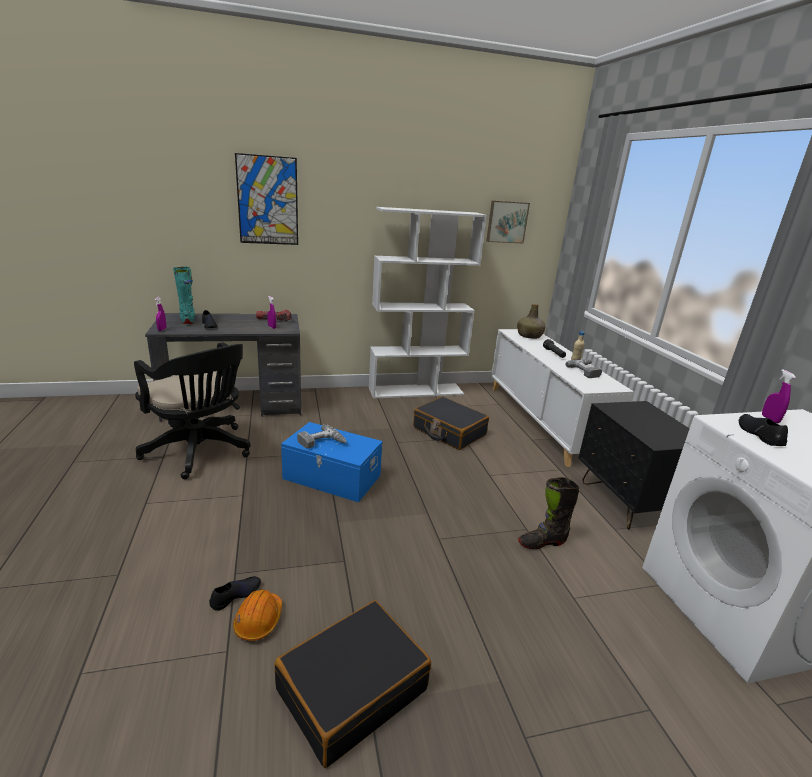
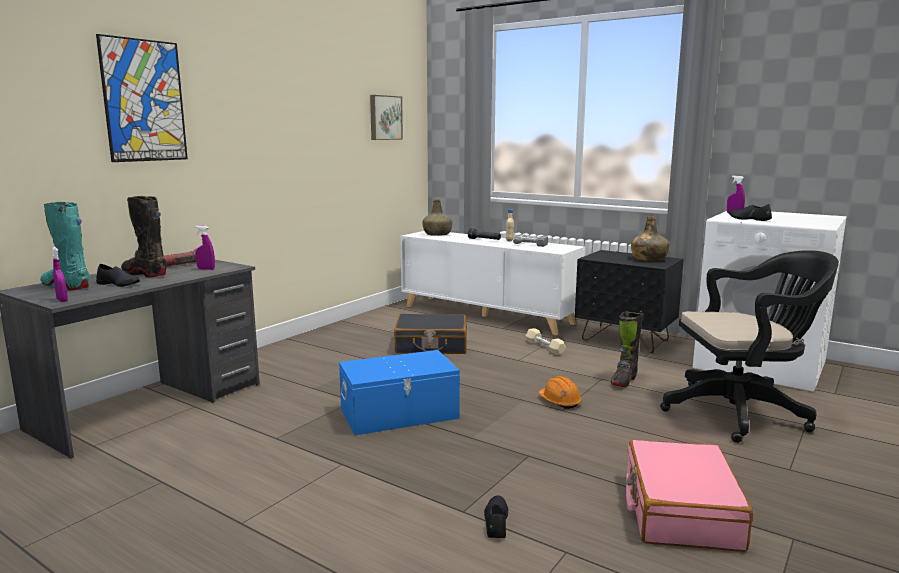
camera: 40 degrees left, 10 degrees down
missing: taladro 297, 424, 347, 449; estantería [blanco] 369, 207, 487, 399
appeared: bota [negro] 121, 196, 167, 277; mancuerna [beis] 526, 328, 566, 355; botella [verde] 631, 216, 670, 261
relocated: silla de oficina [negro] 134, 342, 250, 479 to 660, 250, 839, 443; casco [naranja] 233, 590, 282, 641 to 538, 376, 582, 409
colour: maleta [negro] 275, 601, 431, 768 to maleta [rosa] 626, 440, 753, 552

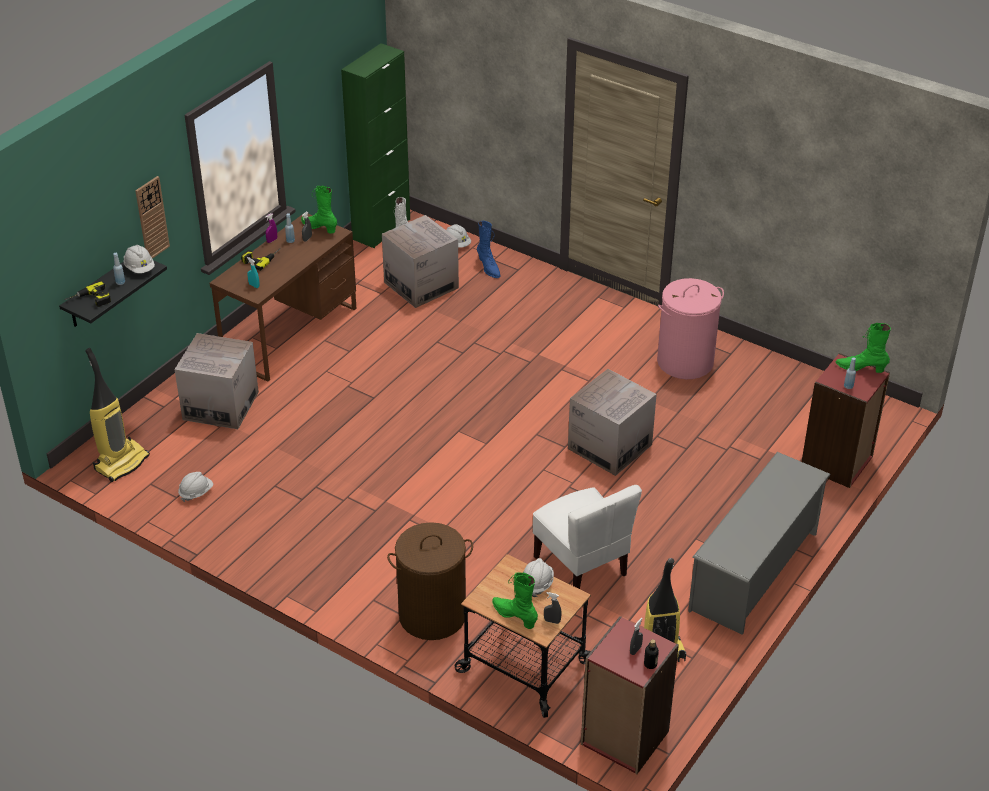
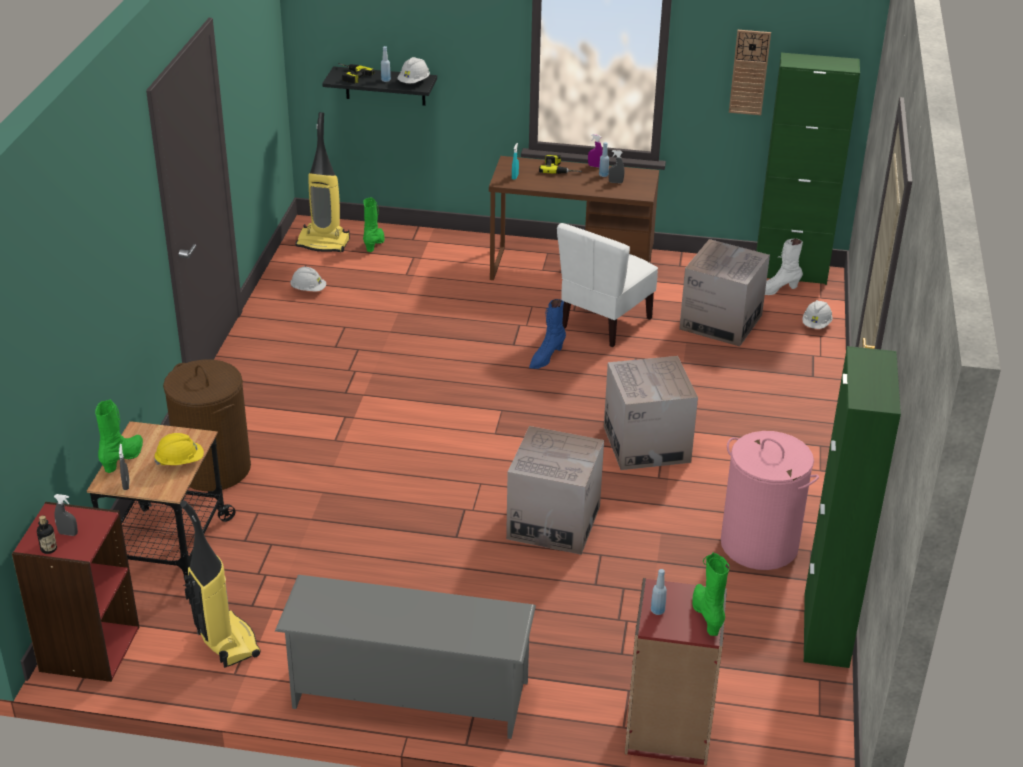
camera: 65 degrees right, 5 degrees down
appeared: armario [verde] 803, 346, 901, 668
relocated: reloj de pared 135, 176, 170, 259 to 729, 30, 771, 115; caja de cartón 174, 333, 259, 429 to 604, 356, 698, 470; bota [verde] 301, 186, 337, 234 to 363, 197, 385, 252; bota [azul] 477, 221, 500, 278 to 529, 299, 566, 369; silla [blanco] 533, 485, 642, 589 to 557, 223, 658, 347
colour: casco [blanco] 523, 558, 554, 597 to casco [amarillo] 154, 433, 204, 466

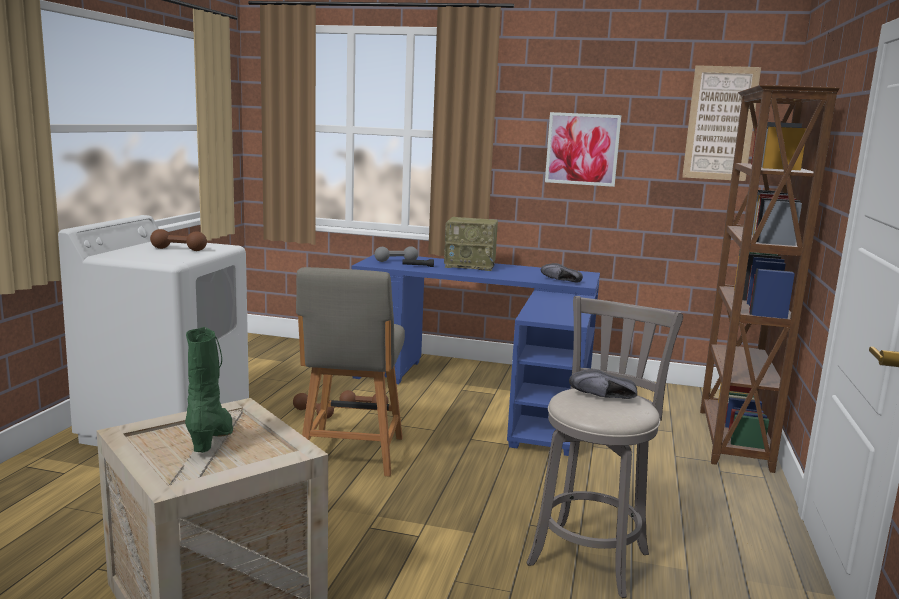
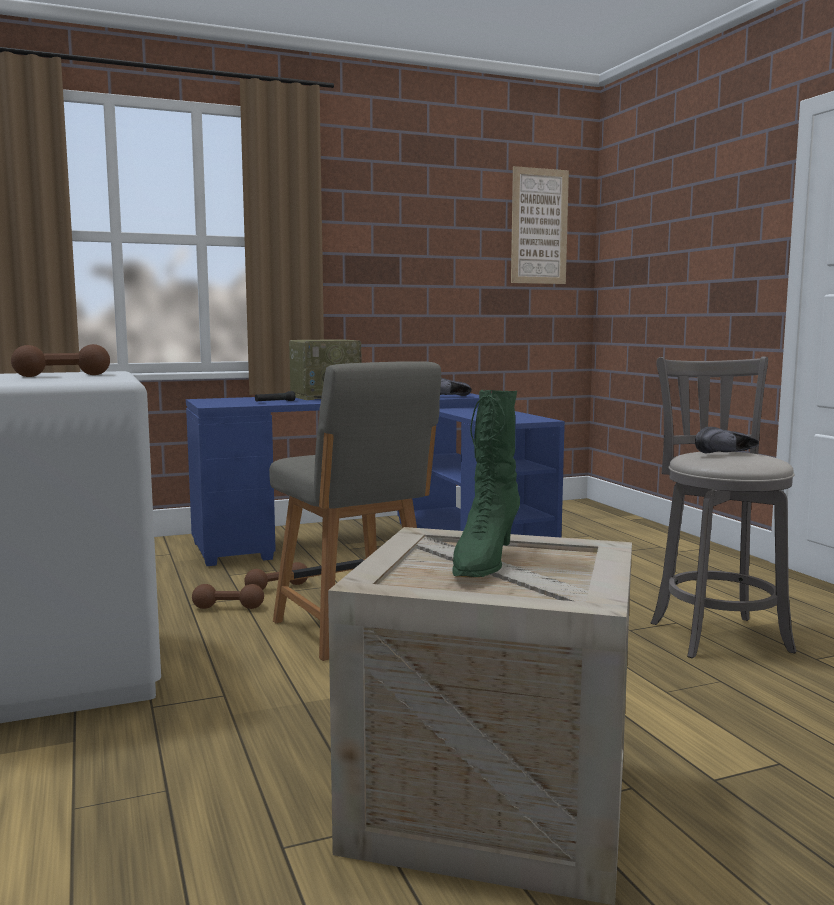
camera: 35 degrees left, 5 degrees down
missing: mancuerna [gris] 374, 246, 418, 262; cuadro 545, 112, 621, 187; estantería [marrón] 700, 85, 839, 473
spun: bota [verde] 185, 327, 233, 452 = 452, 390, 520, 578 120 degrees counterclockwise

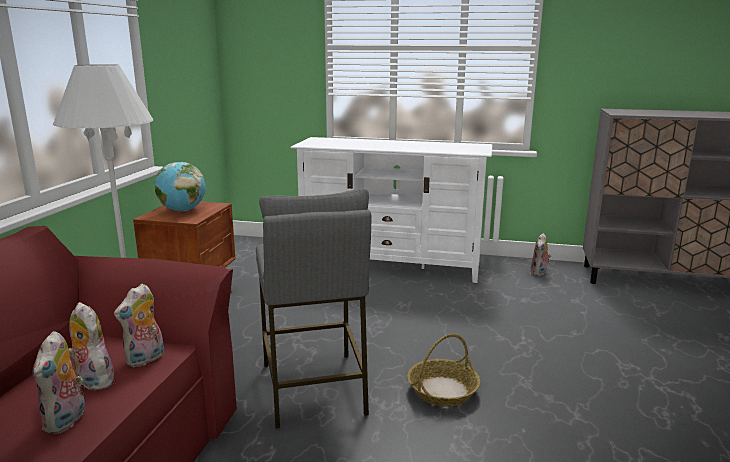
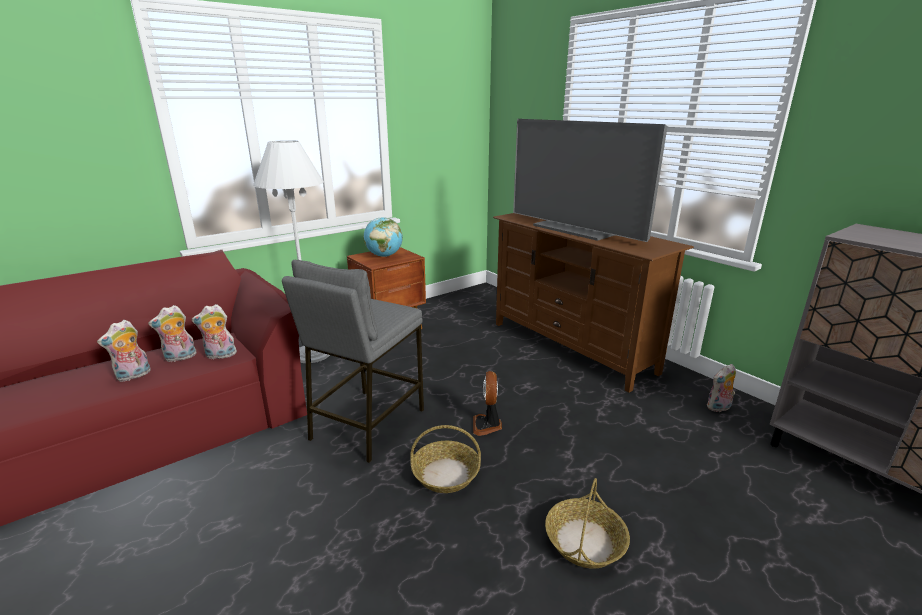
camera: 40 degrees right, 5 degrees up
appeared: ventilador 473, 371, 502, 436; televisor 513, 119, 667, 242; cesta 545, 478, 630, 569
colour: mueble de televisión [blanco] 290, 137, 493, 283 to mueble de televisión [marrón] 493, 213, 694, 393
spun: peluche 69, 302, 114, 390 = 148, 305, 197, 363 120 degrees counterclockwise

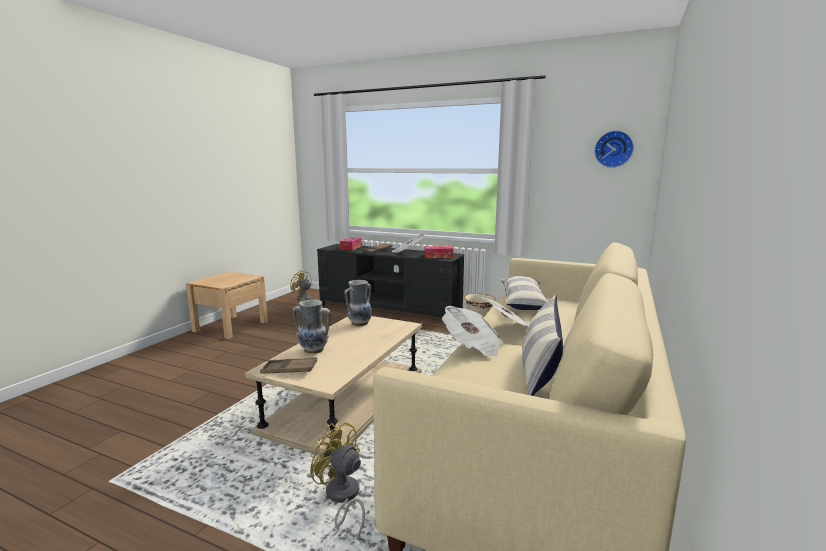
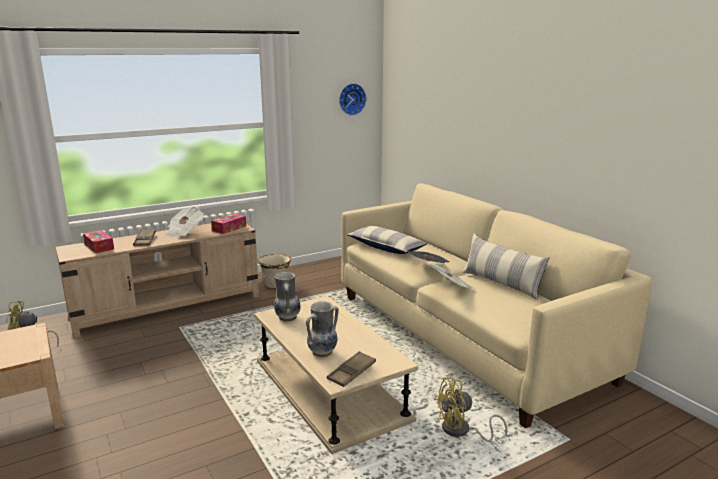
camera: 55 degrees left, 5 degrees up
colour: mueble de televisión [negro] 317, 244, 464, 317 to mueble de televisión [beis] 56, 223, 259, 339

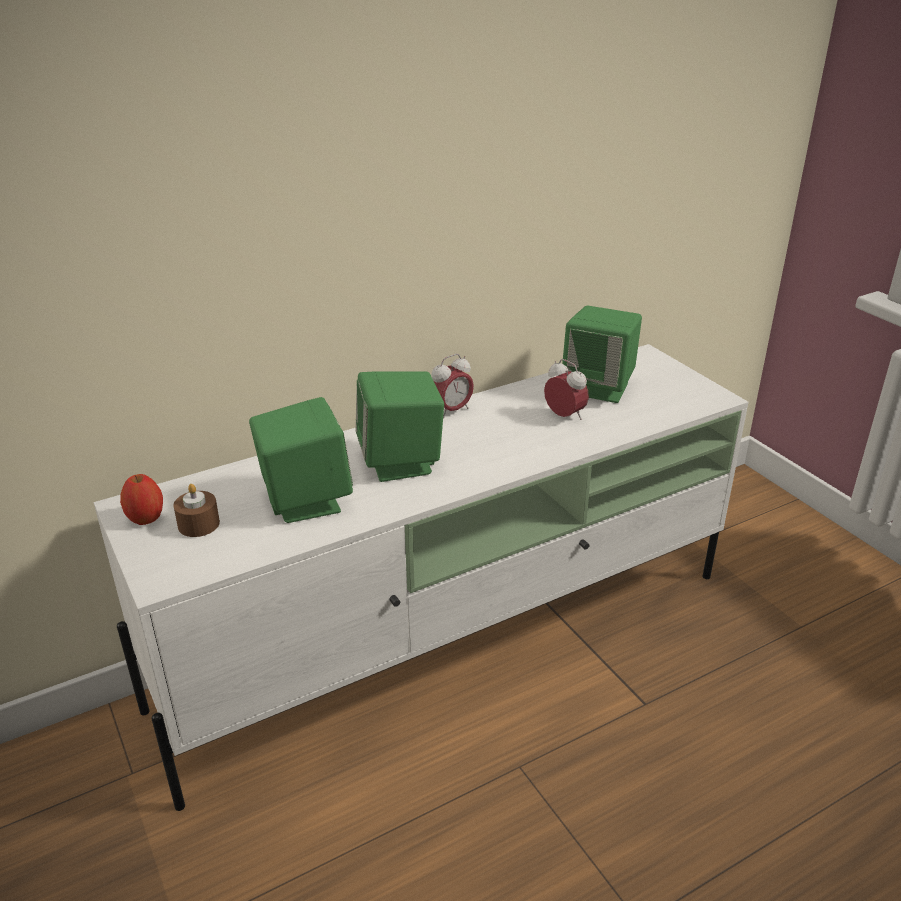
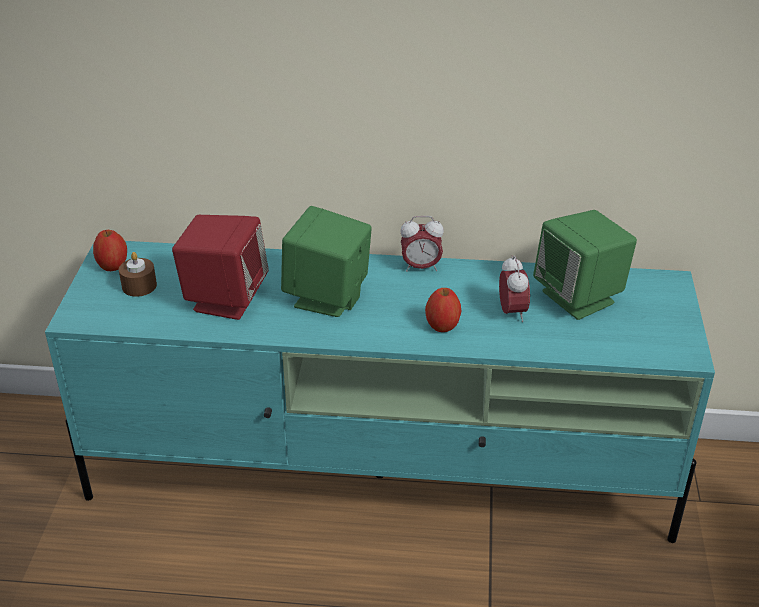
camera: 35 degrees right, 5 degrees up
appeared: manzana 425, 288, 461, 332
colour: mueble de televisión [blanco] 94, 344, 749, 811 to mueble de televisión [turquesa] 45, 241, 715, 543; altavoz [verde] 249, 397, 353, 523 to altavoz [rojo] 172, 215, 269, 320

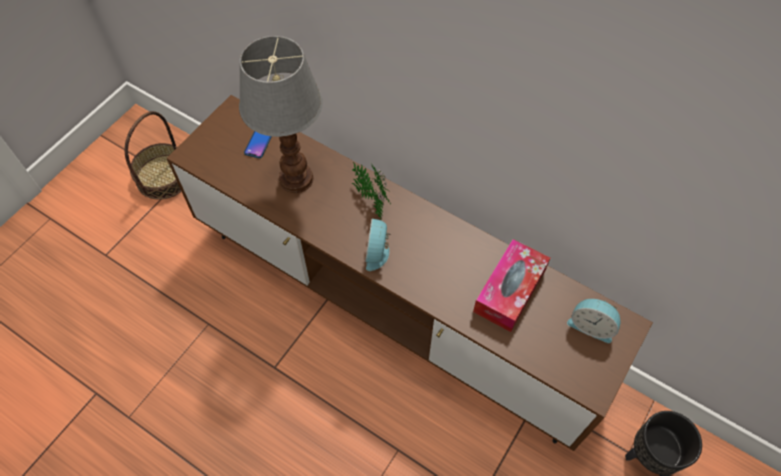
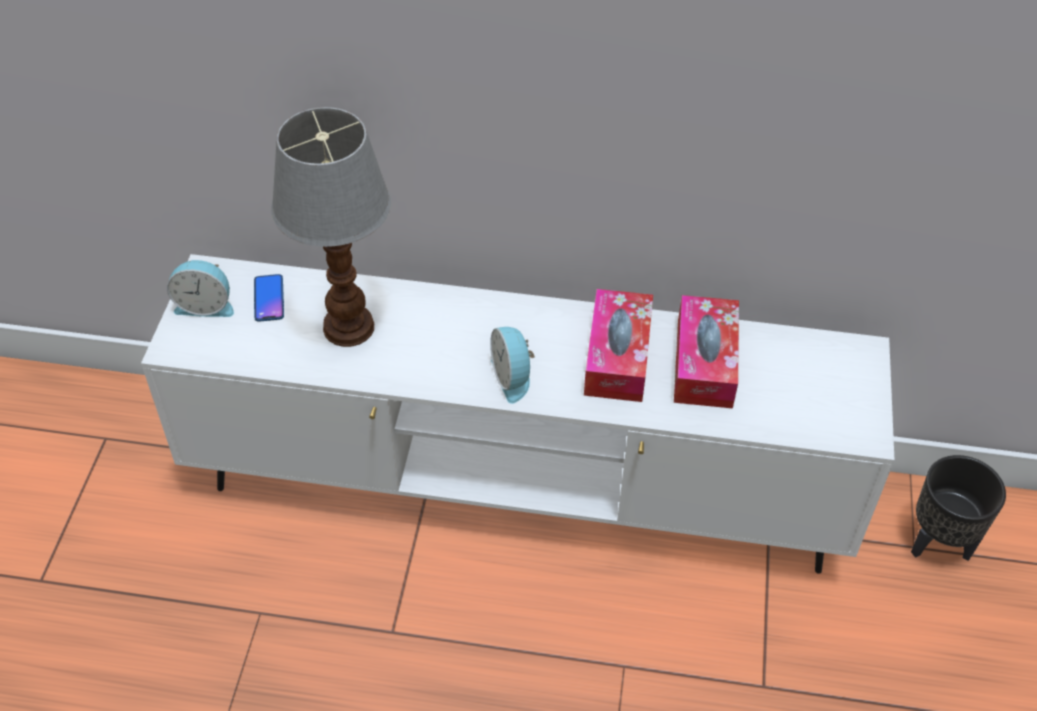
camera: 25 degrees left, 10 degrees down
missing: cesta 124, 111, 182, 200; planta en maceta 351, 162, 391, 218
appeared: caja de pañuelos 584, 289, 653, 402
relocated: despertador 567, 299, 621, 343 to 167, 260, 234, 317
colour: mueble de televisión [marrón] 167, 95, 653, 451 to mueble de televisión [blanco] 141, 254, 894, 574

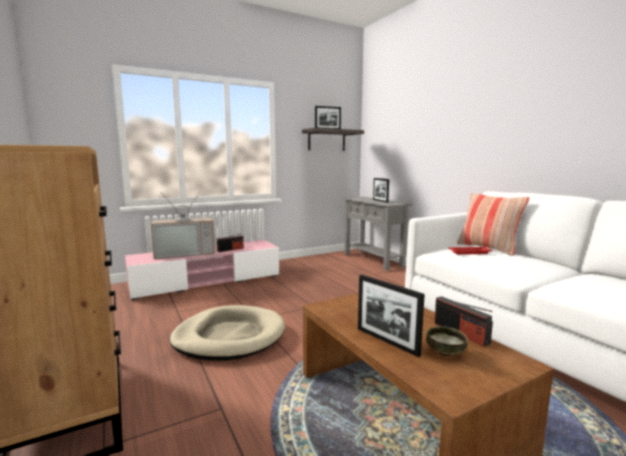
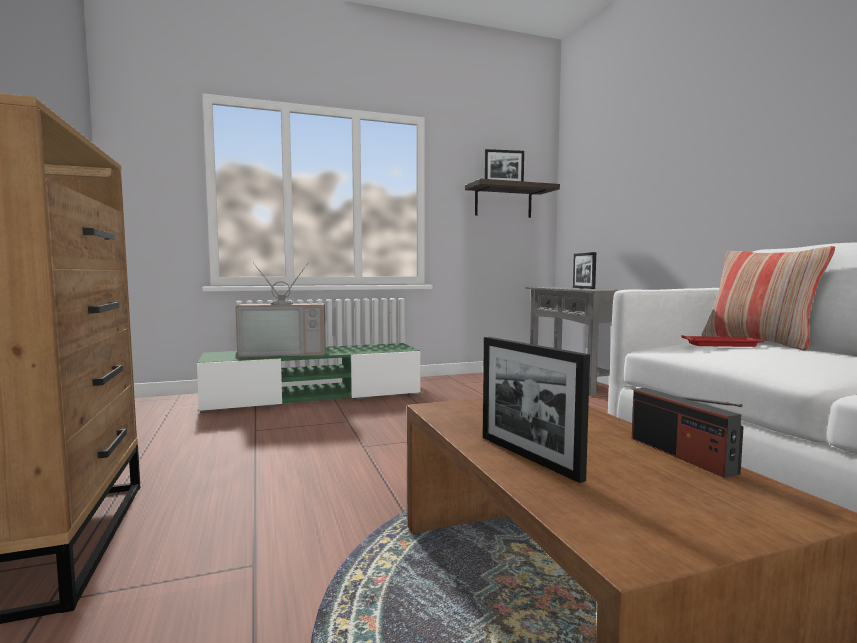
camera: 10 degrees right, 5 degrees down
missing: cama para perro [beis] 170, 305, 285, 361; radio 217, 233, 244, 252; cuenco 426, 326, 468, 356
colour: mueble de televisión [rosa] 125, 240, 279, 300 to mueble de televisión [verde] 197, 343, 421, 413

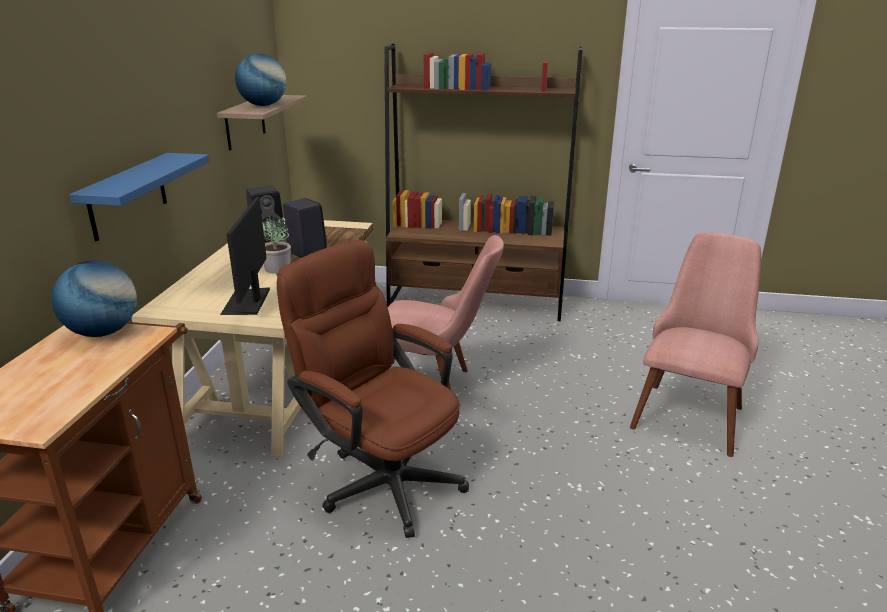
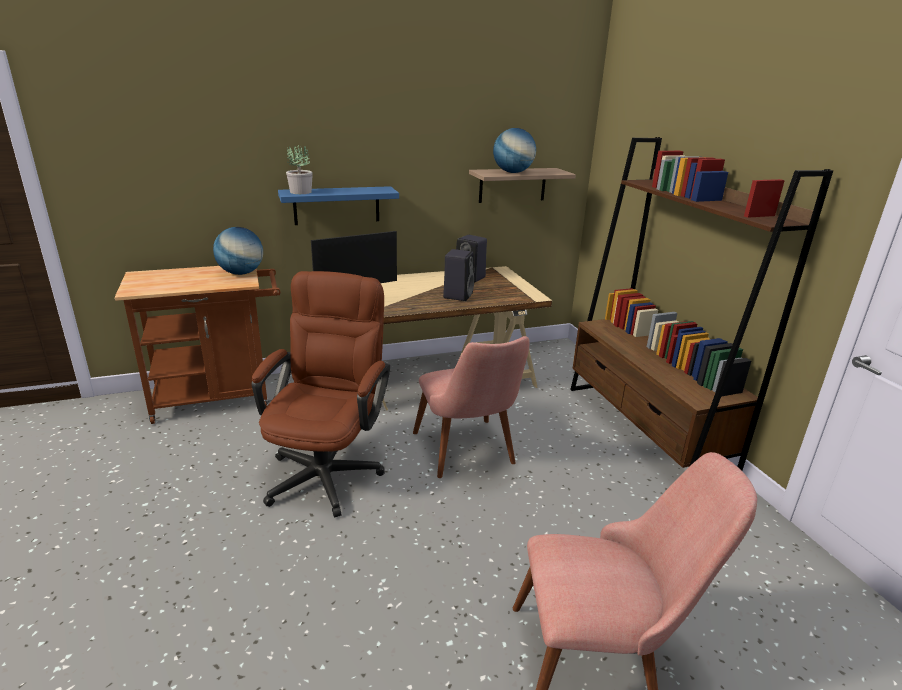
camera: 60 degrees right, 0 degrees up
relocated: planta en maceta 262, 215, 291, 274 to 286, 145, 313, 194

